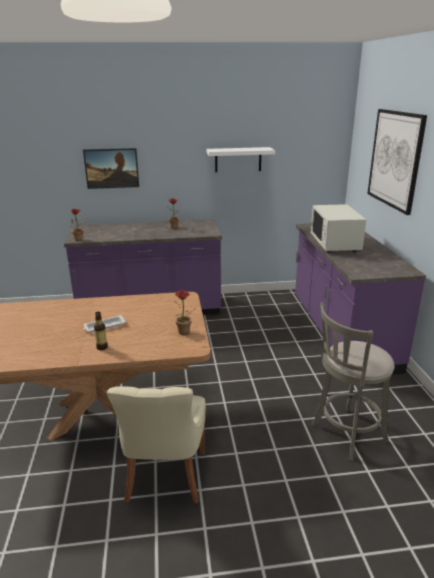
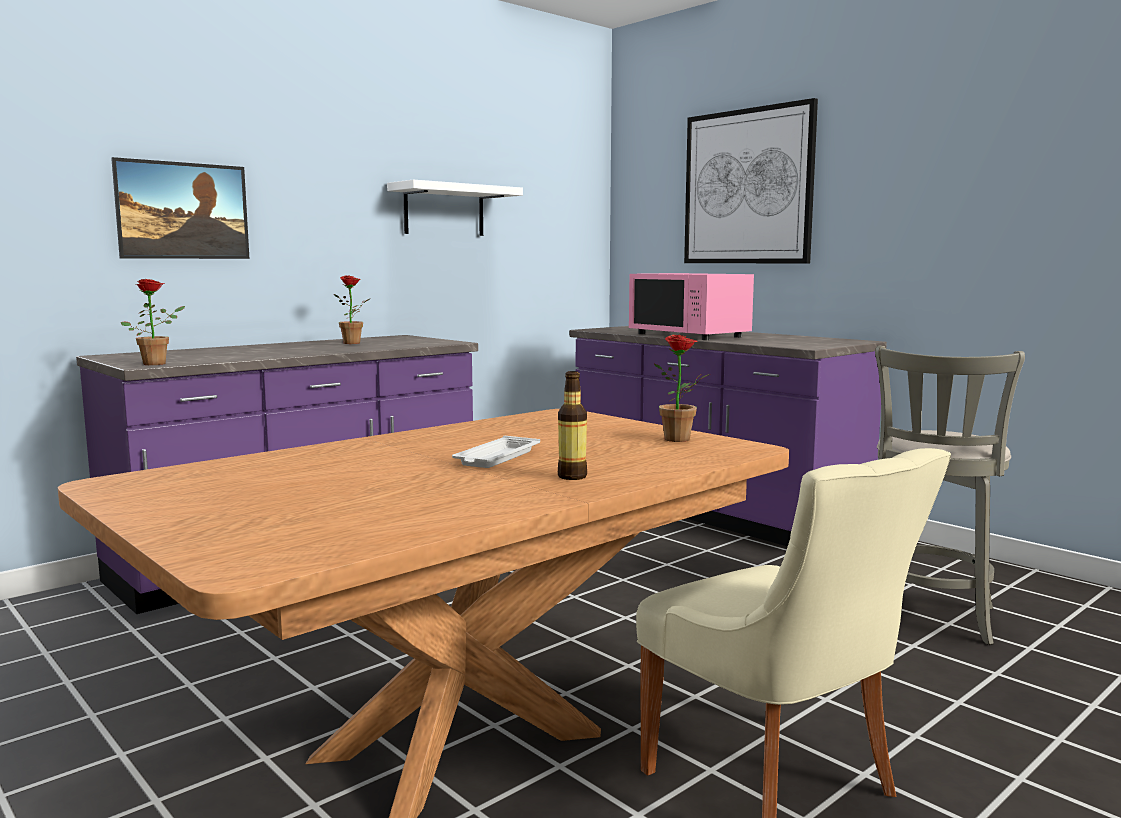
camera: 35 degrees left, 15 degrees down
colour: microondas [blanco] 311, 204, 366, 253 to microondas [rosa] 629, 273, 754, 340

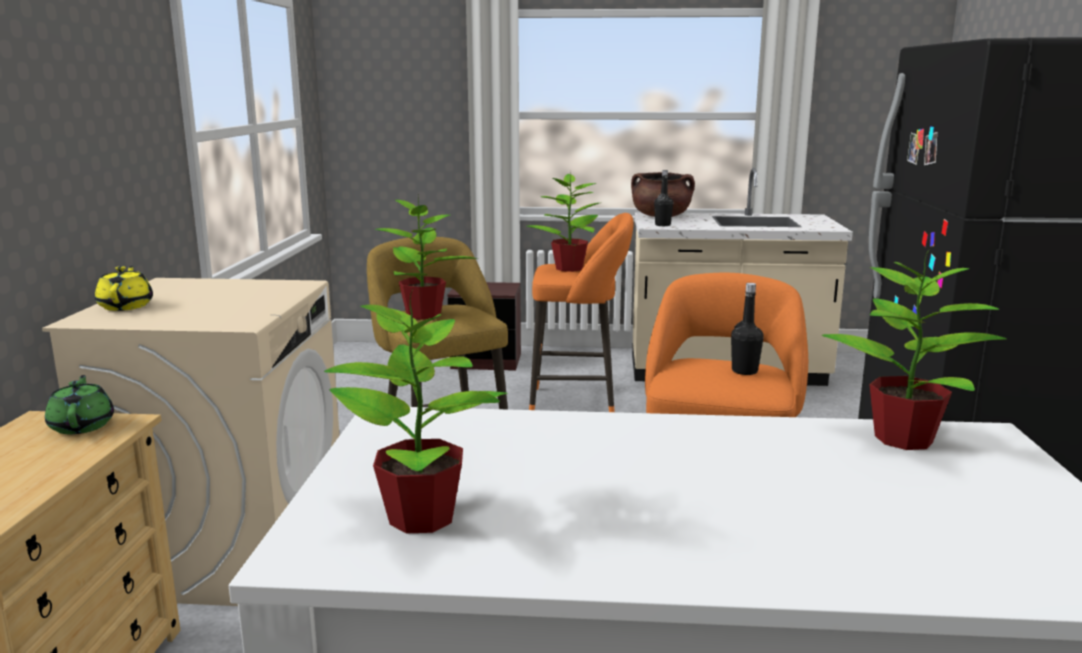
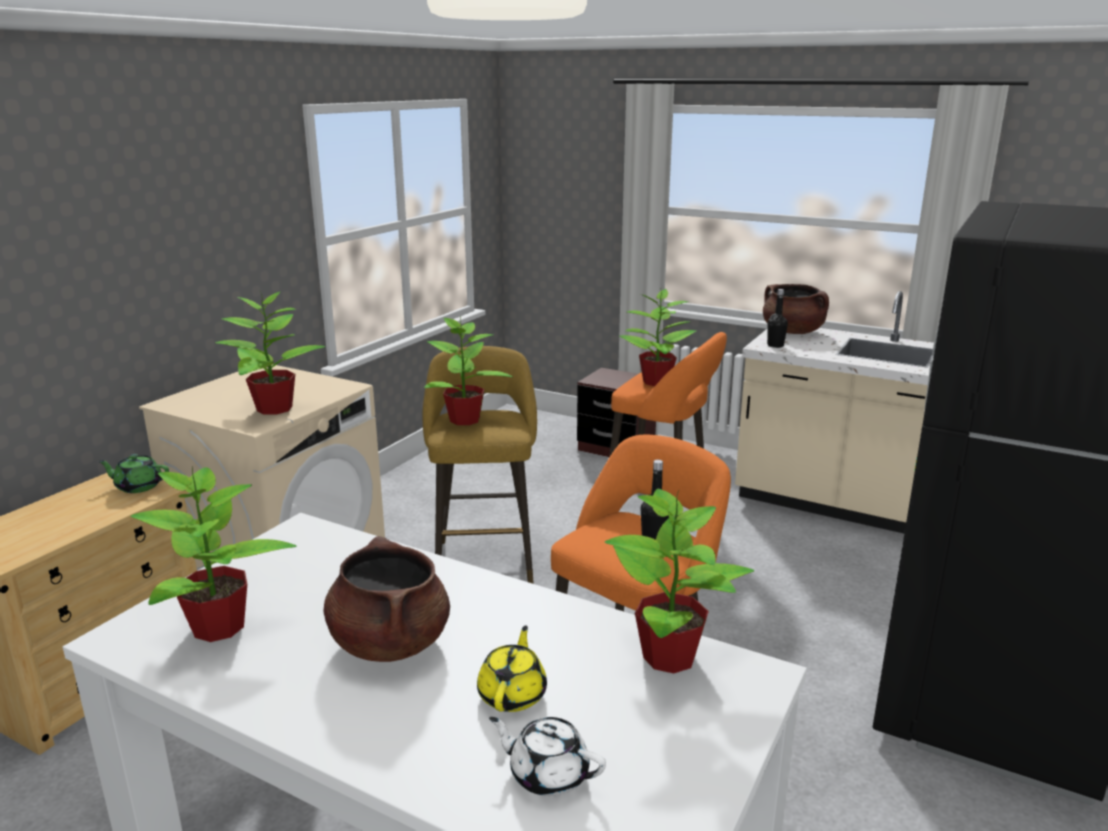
camera: 25 degrees right, 5 degrees up
appeared: planta en maceta 215, 290, 326, 415; olla [marrón] 323, 536, 450, 662; tetera [blanco] 489, 717, 606, 796
relocated: tetera [amarillo] 95, 266, 153, 311 to 477, 625, 547, 712
spun: tetera [verde] 45, 375, 114, 434 = 98, 454, 169, 493 90 degrees counterclockwise

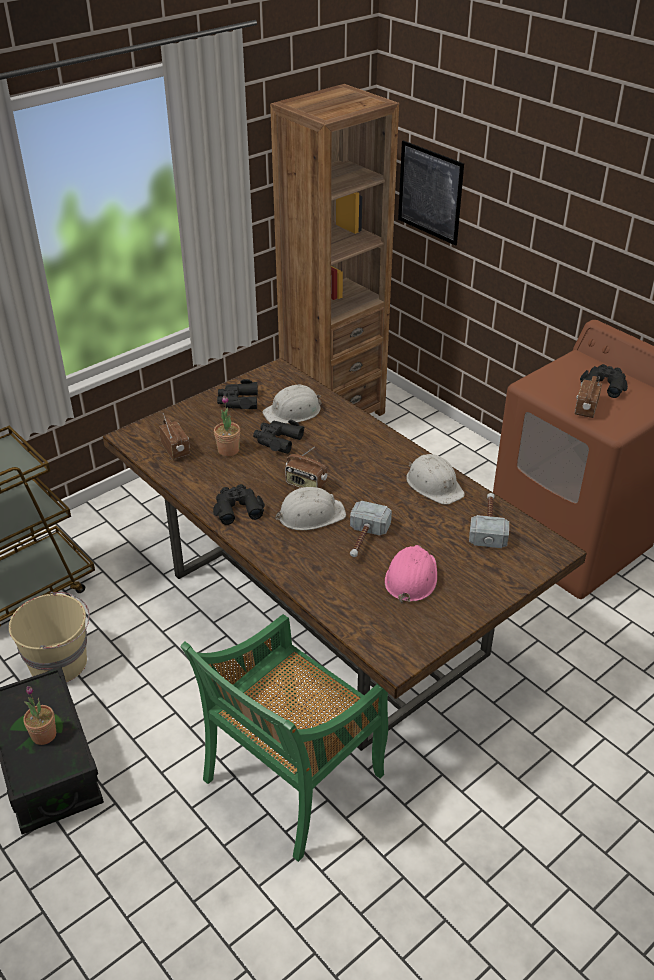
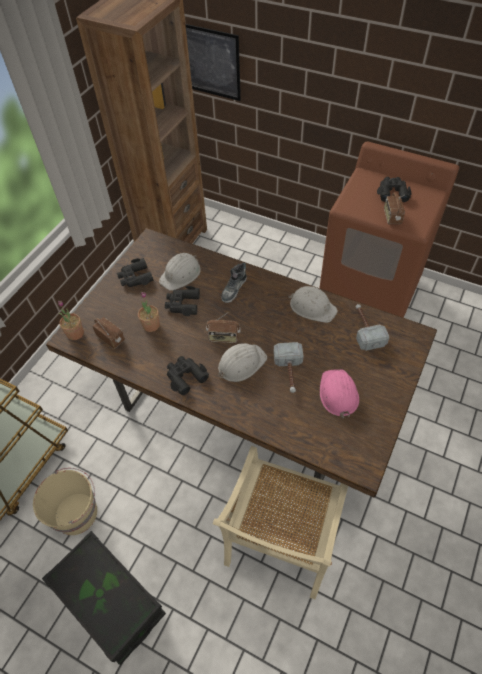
camera: 20 degrees left, 15 degrees up
appeared: zapato 221, 263, 247, 303
relocated: planta en maceta 23, 686, 56, 745 to 58, 301, 84, 340
colour: silla [verde] 180, 614, 388, 862 to silla [beis] 213, 446, 348, 599

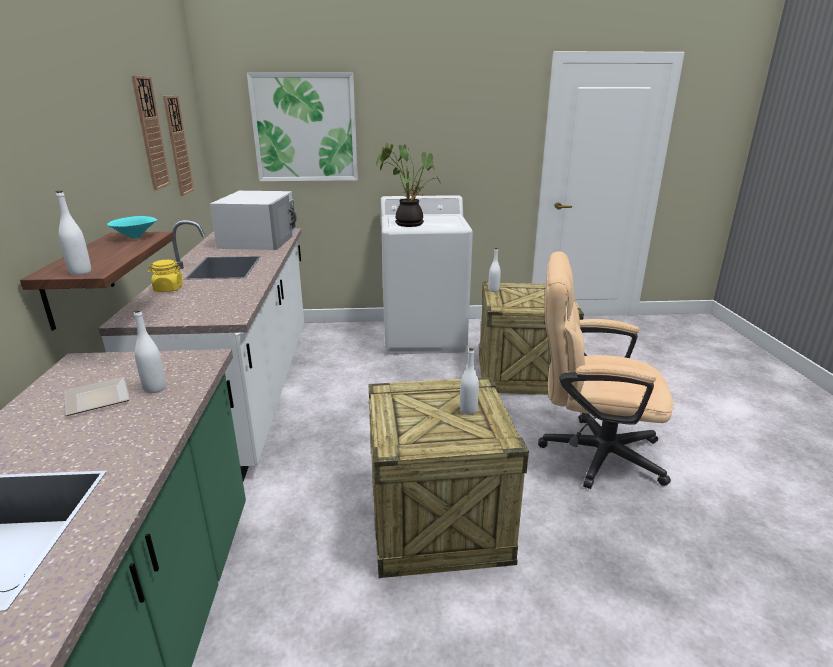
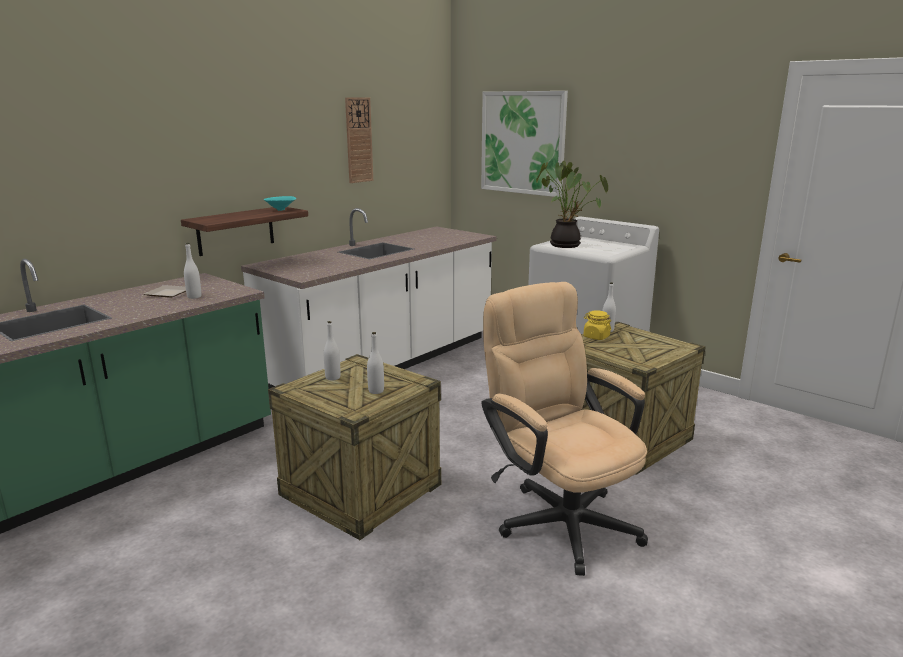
camera: 45 degrees right, 5 degrees down
missing: reloj de pared 163, 96, 194, 196; microondas [blanco] 210, 191, 297, 250
relocated: botella [blanco] 56, 190, 91, 275 to 324, 321, 340, 381; tarro [amarillo] 147, 260, 183, 292 to 583, 310, 611, 340

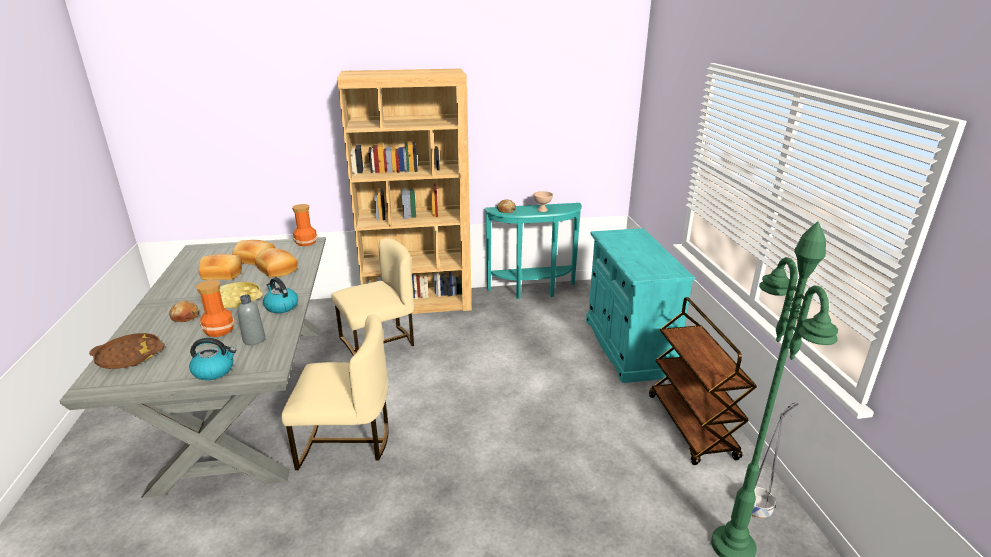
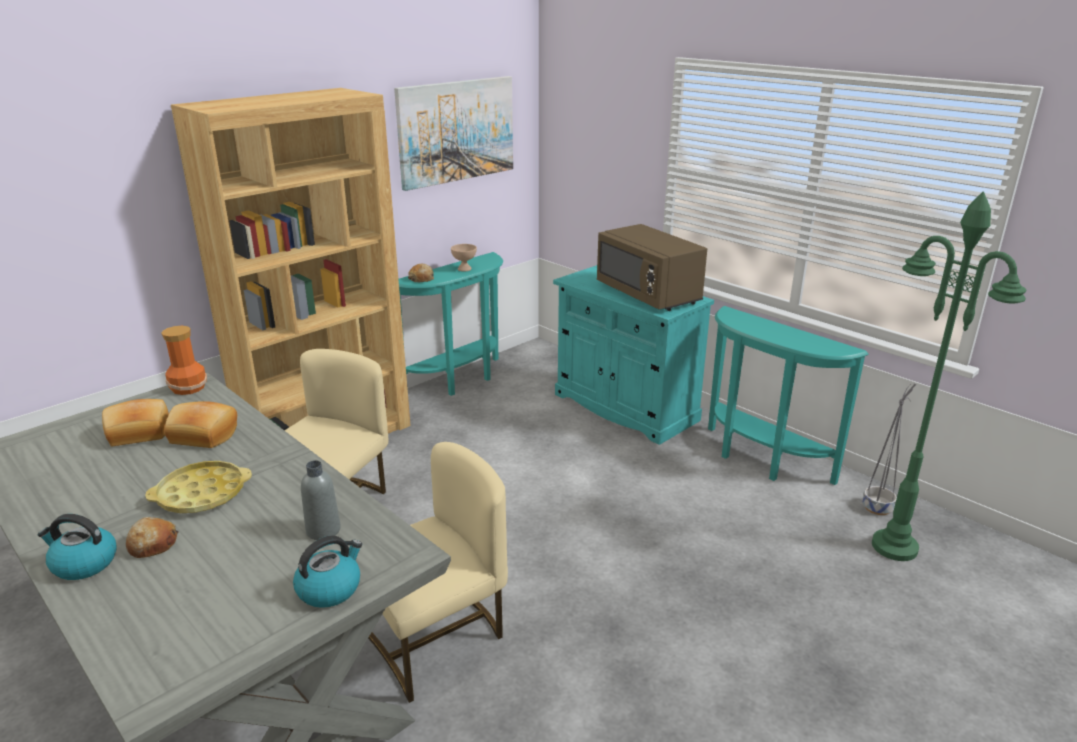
camera: 35 degrees left, 0 degrees up
missing: bandeja [marrón] 89, 333, 165, 369; florero 196, 280, 235, 337; pan 199, 254, 242, 280
appeared: cuadro 394, 76, 513, 191; microondas [marrón] 597, 224, 707, 311
relocated: hervidor 263, 277, 298, 313 to 38, 514, 117, 580
exchanged: carrito [marrón] 649, 297, 757, 465 to mesa consola [turquesa] 708, 306, 869, 485

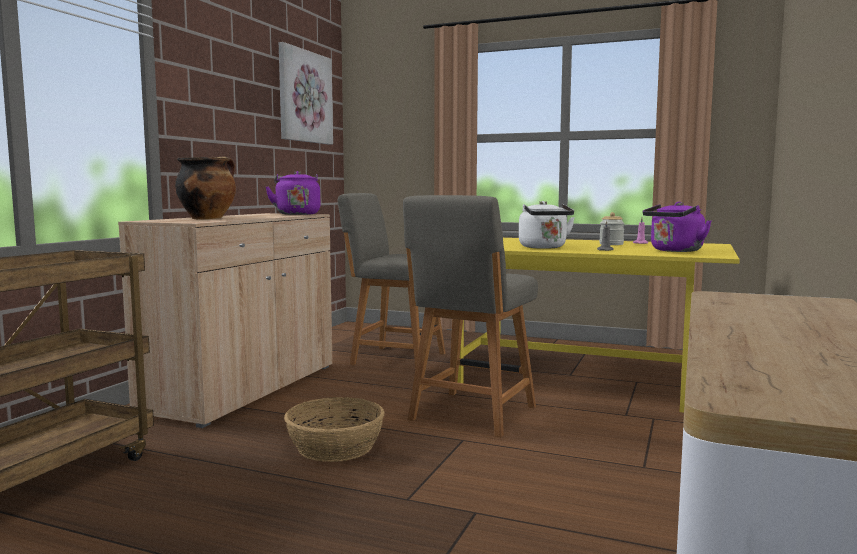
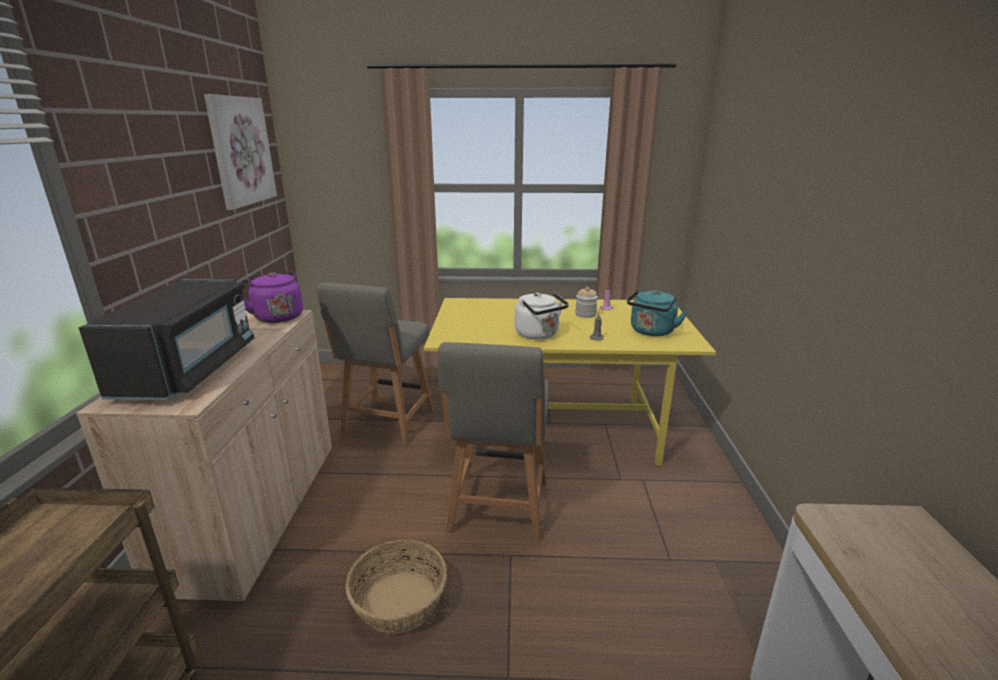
camera: 20 degrees left, 15 degrees up
exchanged: olla 175, 156, 236, 219 to microondas [negro] 79, 278, 254, 400
colour: hervidor [morado] 643, 202, 712, 252 to hervidor [turquesa] 627, 290, 687, 336
spun: silla [gris] 338, 193, 445, 369 = 317, 282, 434, 445 75 degrees counterclockwise

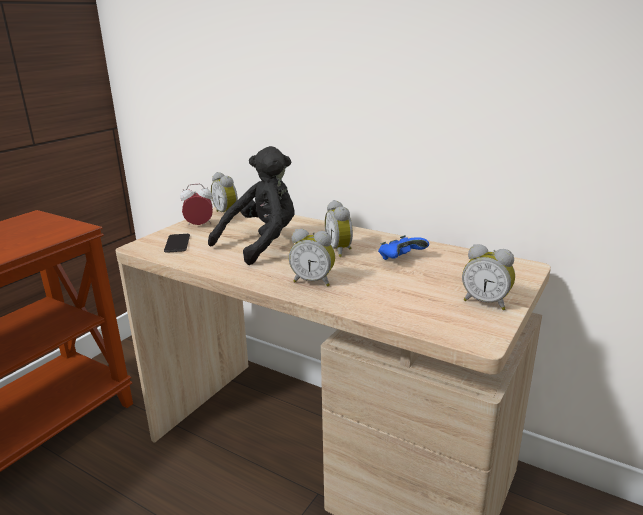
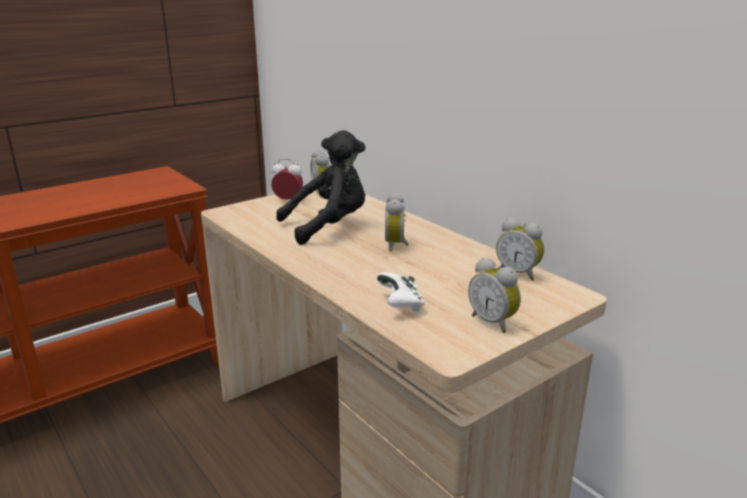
camera: 20 degrees right, 0 degrees up
missing: móvil 164, 234, 190, 253; mando de consola [azul] 378, 235, 429, 260
appeared: mando de consola [blanco] 377, 272, 425, 312
relocated: despertador 289, 229, 335, 286 to 496, 218, 544, 281

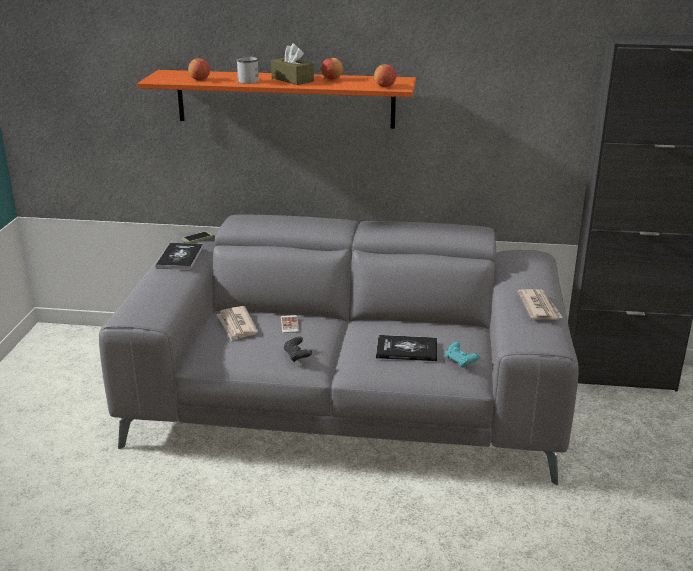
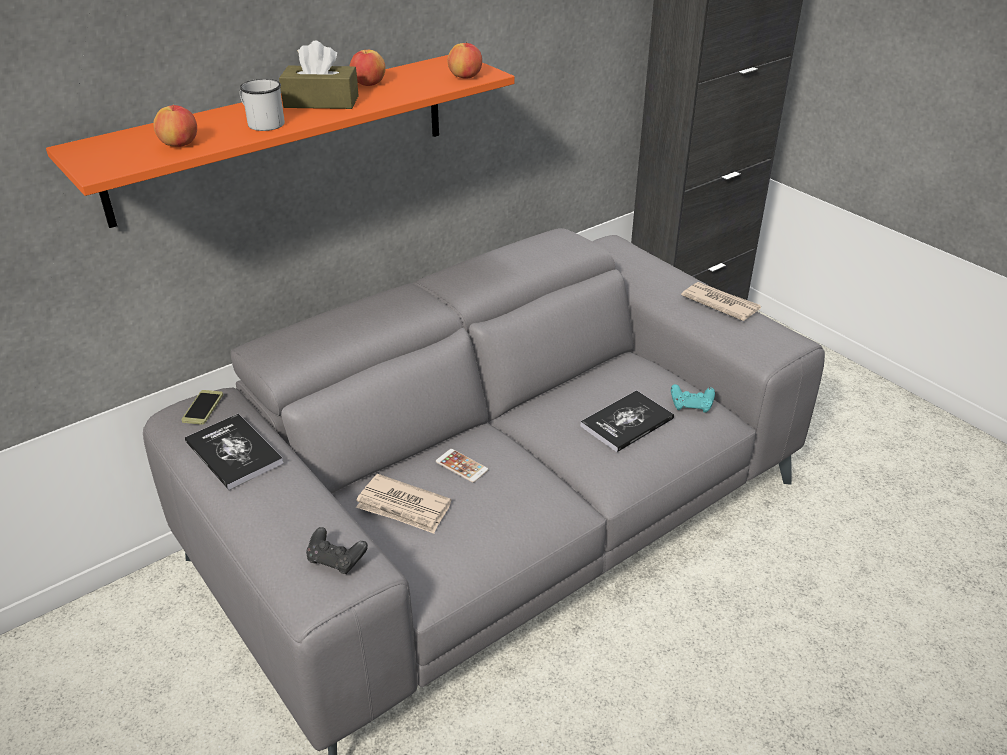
camera: 45 degrees left, 10 degrees up
relocated: mando de consola [negro] 284, 336, 312, 362 to 306, 527, 368, 574

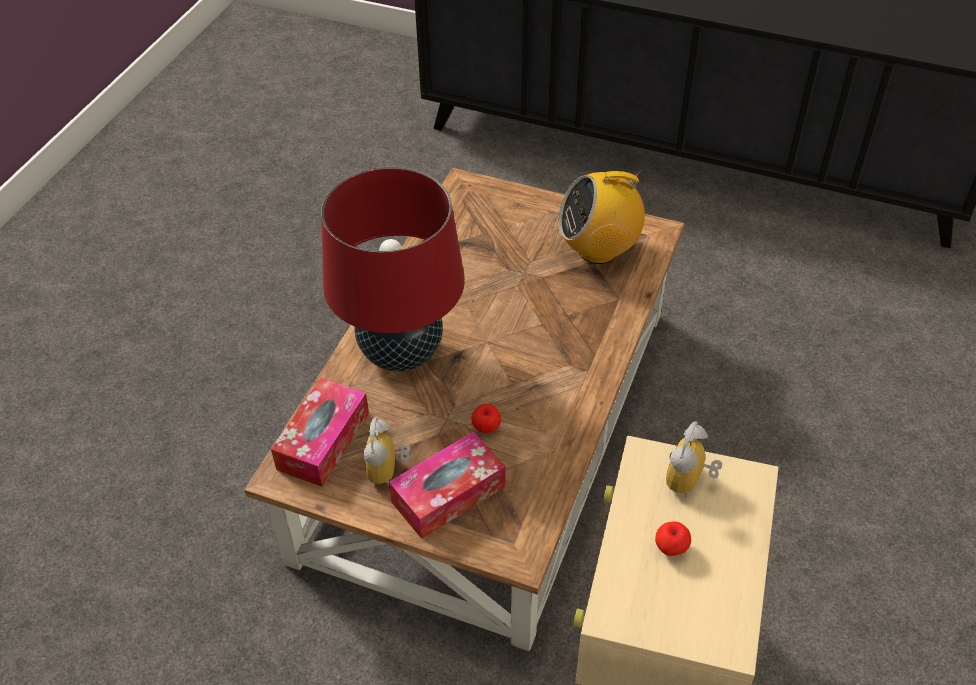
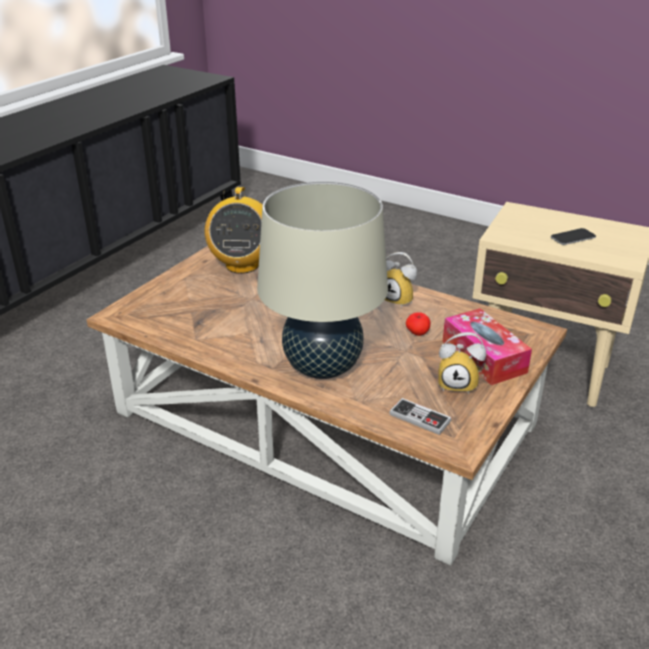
camera: 80 degrees left, 15 degrees down
relocated: despertador 666, 421, 722, 498 to 383, 252, 417, 308
exchanged: caja de pañuelos 271, 378, 369, 487 to mando de consola 389, 398, 452, 435; manzana 655, 521, 691, 556 to móvil 551, 228, 596, 245
colour: lámpara de mesa [rojo] 321, 167, 465, 371 to lámpara de mesa [beis] 257, 182, 388, 379

